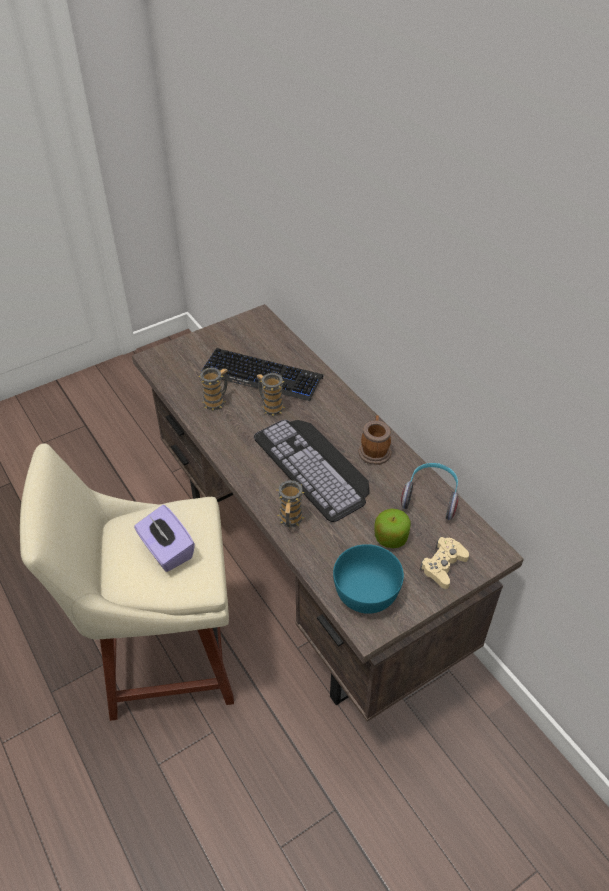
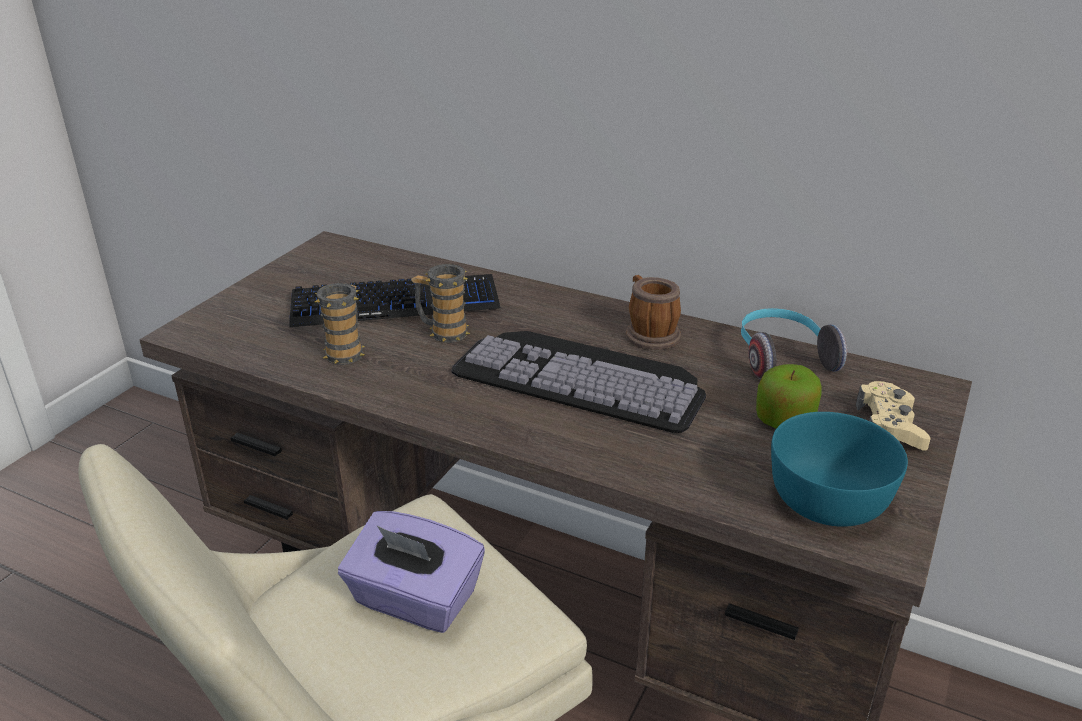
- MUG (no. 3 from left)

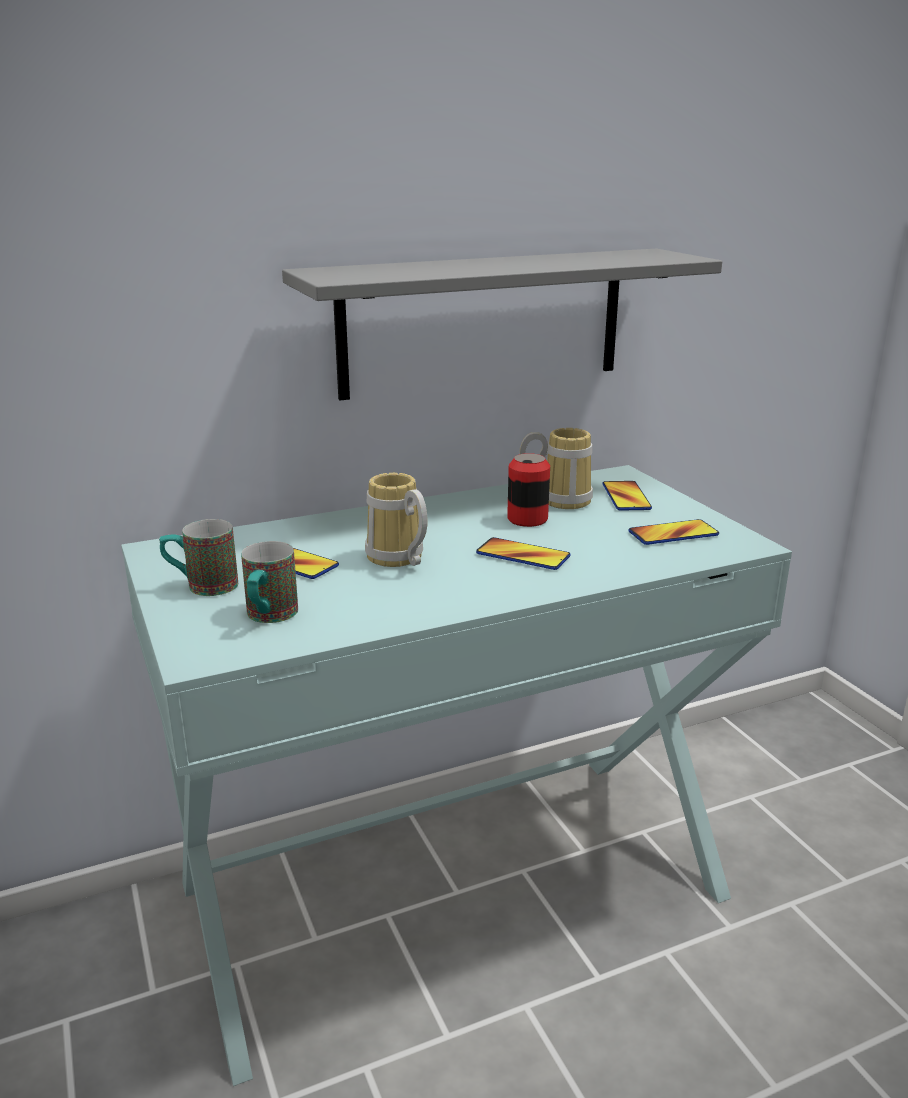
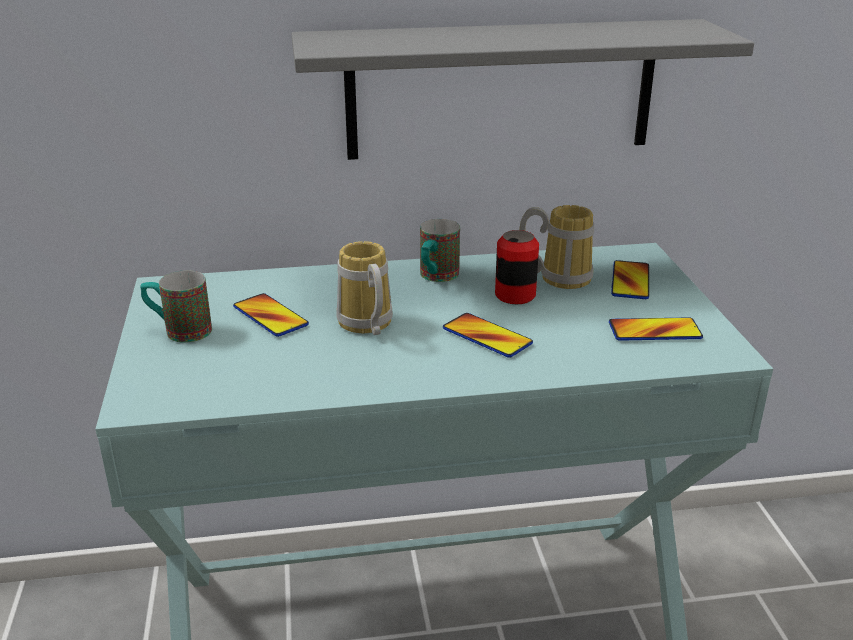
~ MUG (no. 2 from left in the first image) to MUG (no. 3 from left)

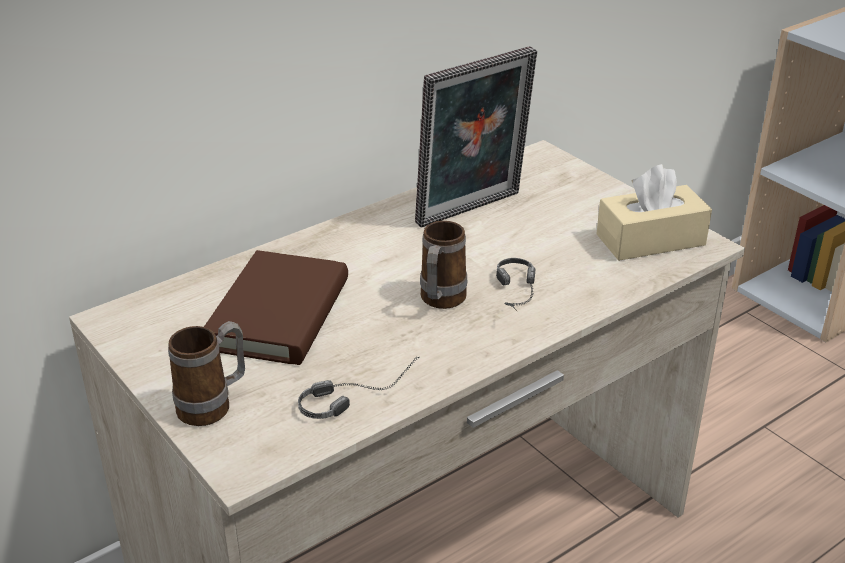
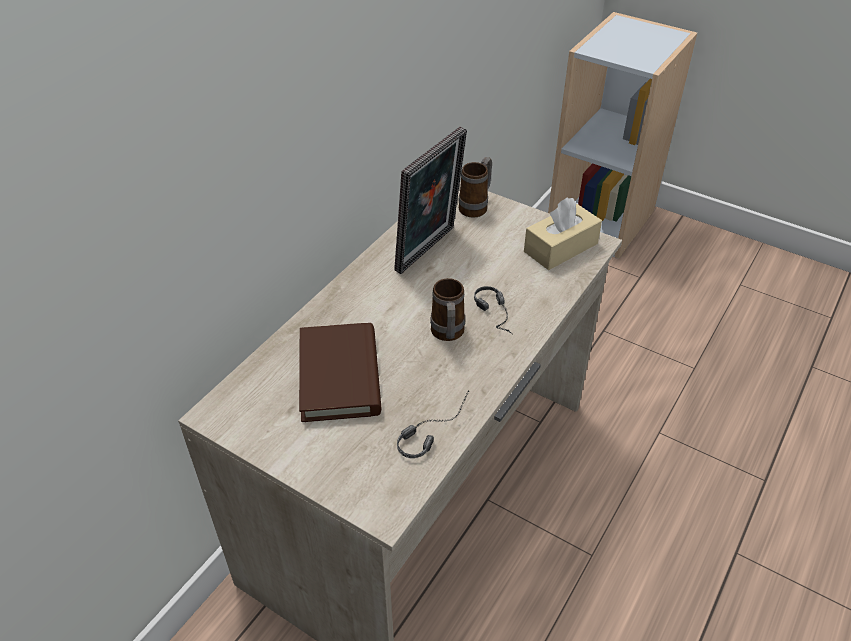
~ MUG (no. 1 from left in the first image) to MUG (no. 2 from left)

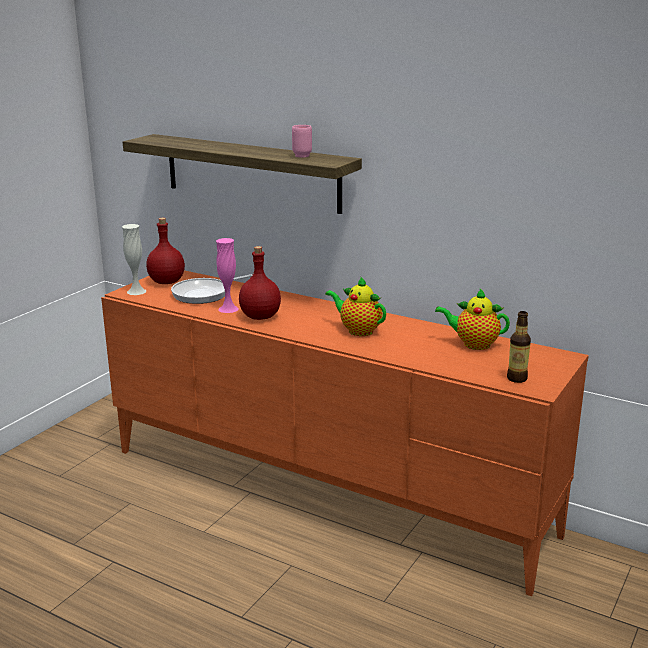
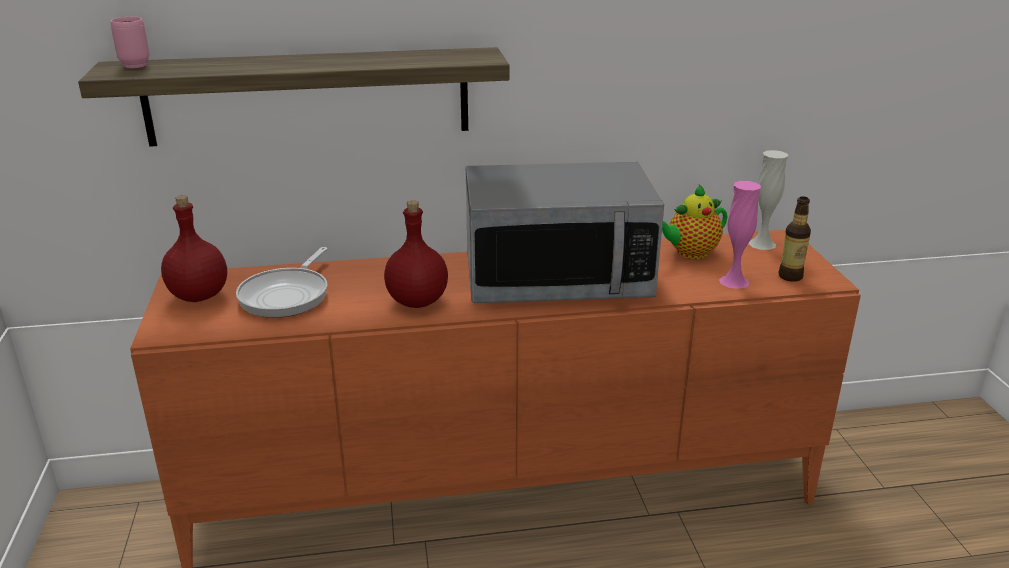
~ WHITE VASE
~ PINK VASE
~ PINK MUG
~ TEAPOT (no. 1 from left) to MICROWAVE

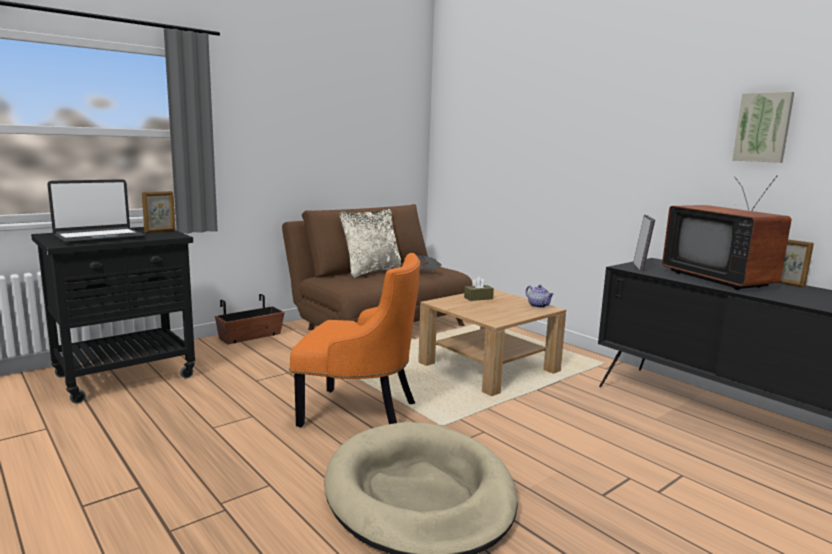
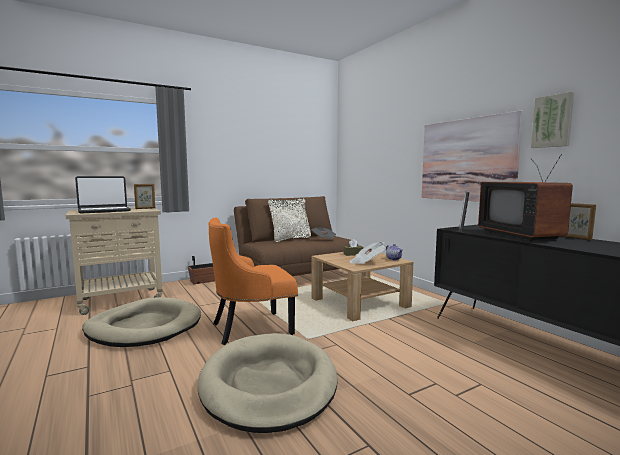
+ BEIGE DOG BED (no. 1 from left)
+ NEWSPAPER (no. 2 from left)
+ PICTURE (no. 1 from left)
~ BLACK CART to BEIGE CART
~ ORANGE ARMCHAIR 135 degrees clockwise

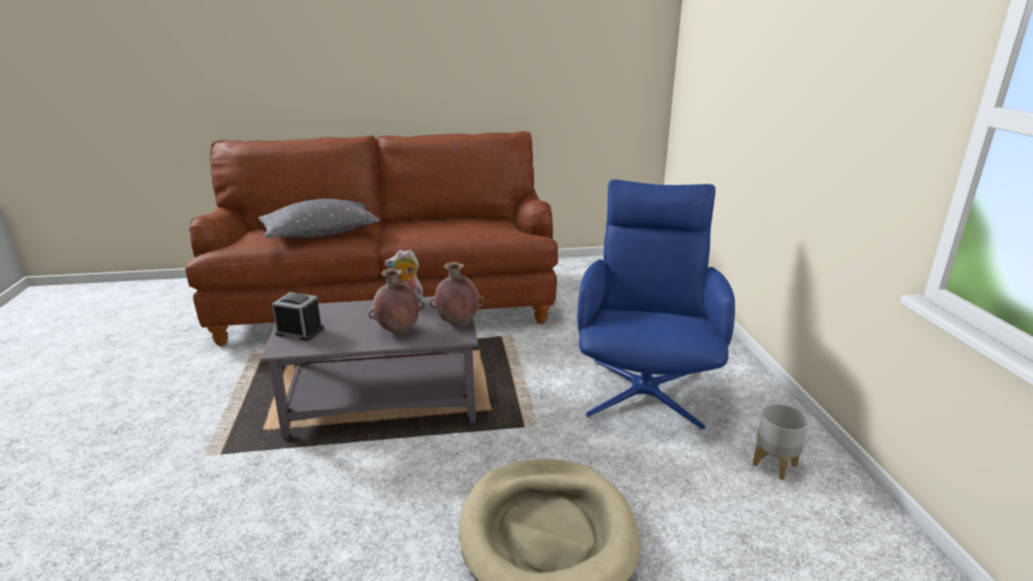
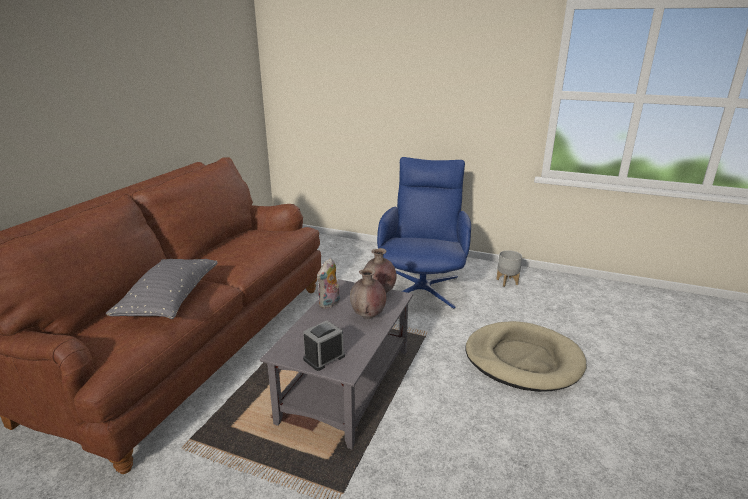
~ BLUE ARMCHAIR 60 degrees clockwise

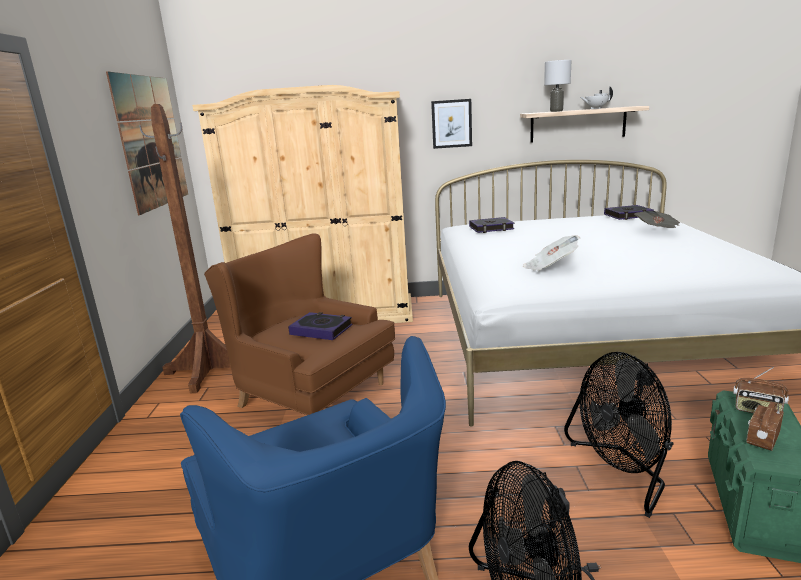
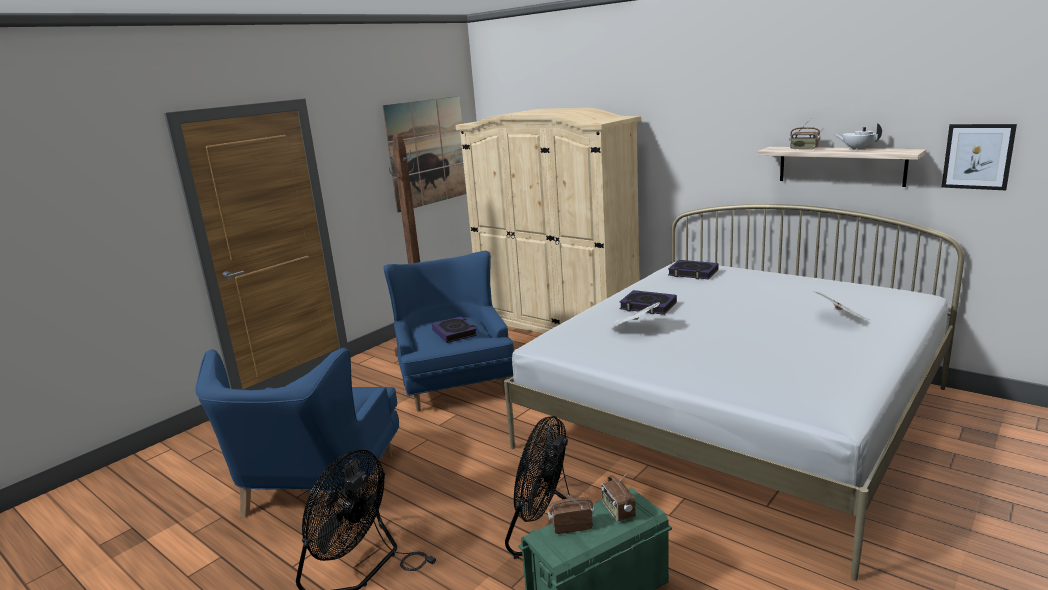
~ PICTURE (no. 2 from left)
~ BOOK (no. 3 from left in the first image) to BOOK (no. 2 from left)
~ WHITE TABLE LAMP to RADIO (no. 3 from left)
~ BROWN ARMCHAIR to BLUE ARMCHAIR (no. 2 from left)

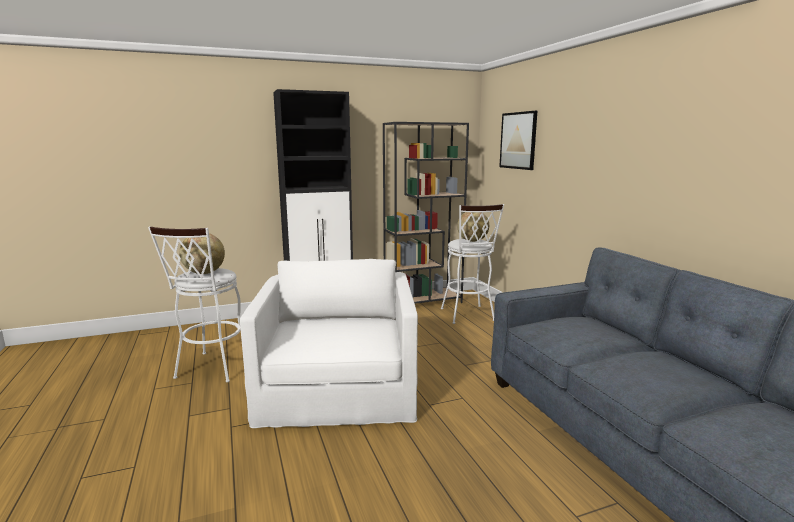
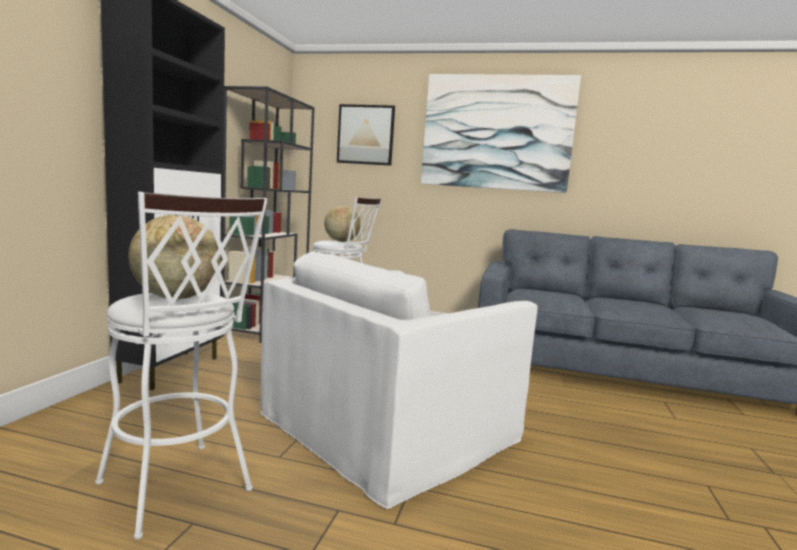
+ PICTURE (no. 2 from left)
~ WHITE ARMCHAIR 75 degrees counterclockwise

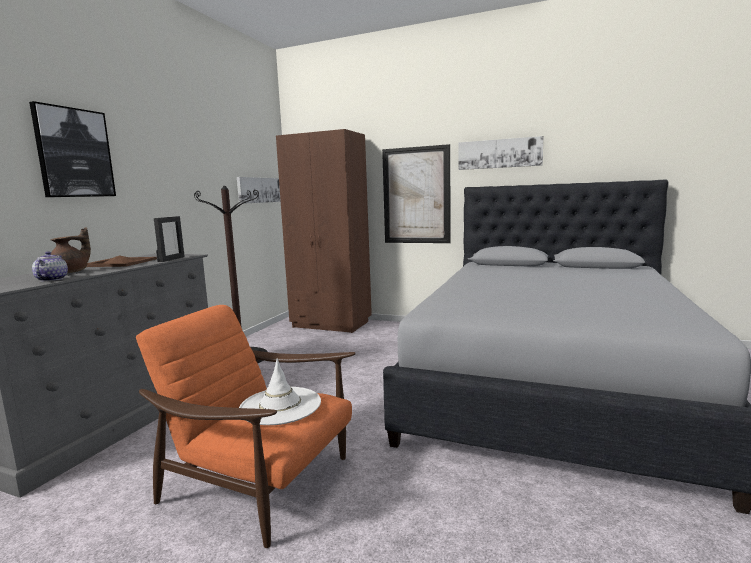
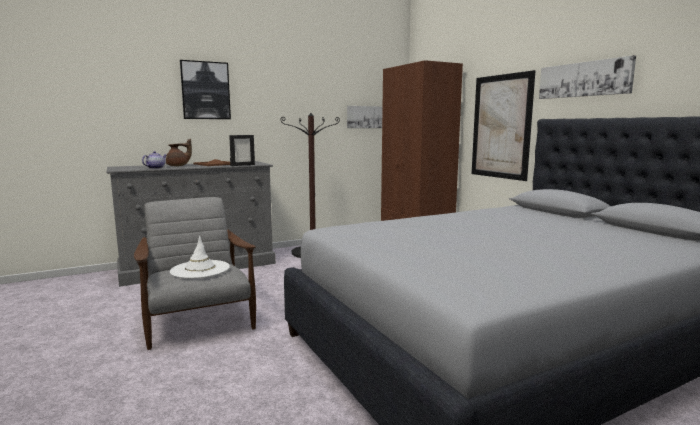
~ ORANGE ARMCHAIR to GREY ARMCHAIR

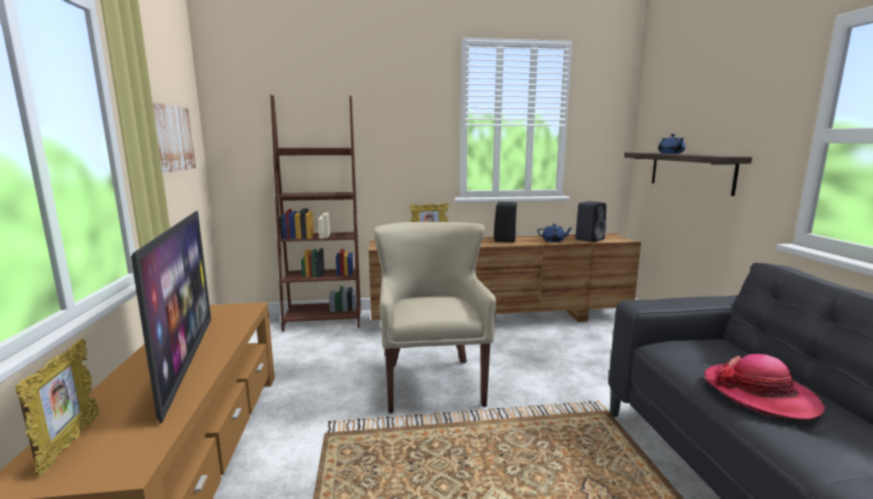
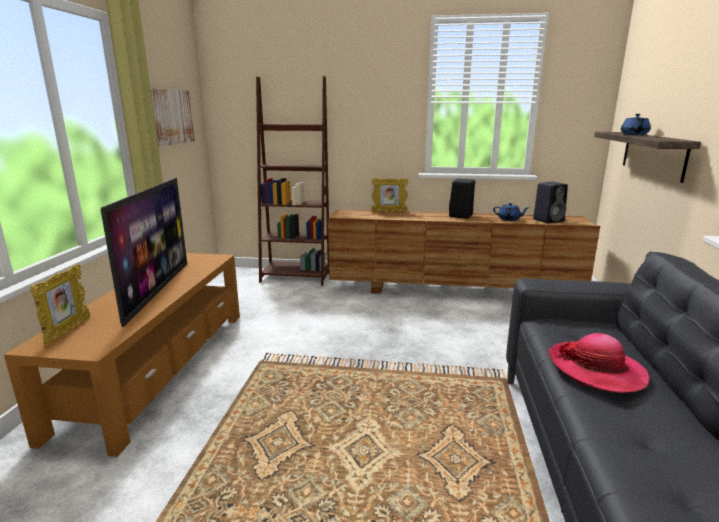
- BEIGE ARMCHAIR

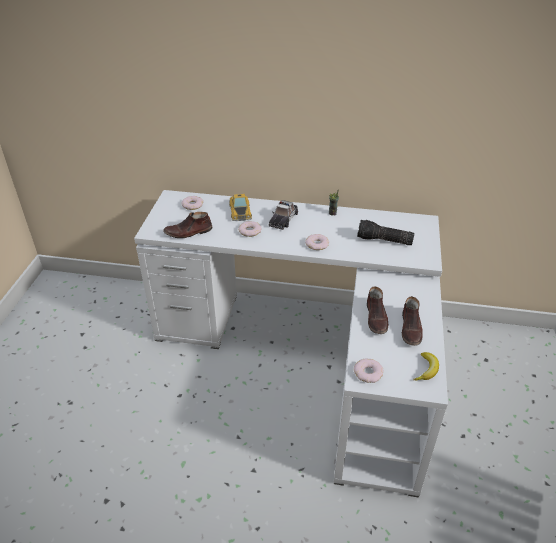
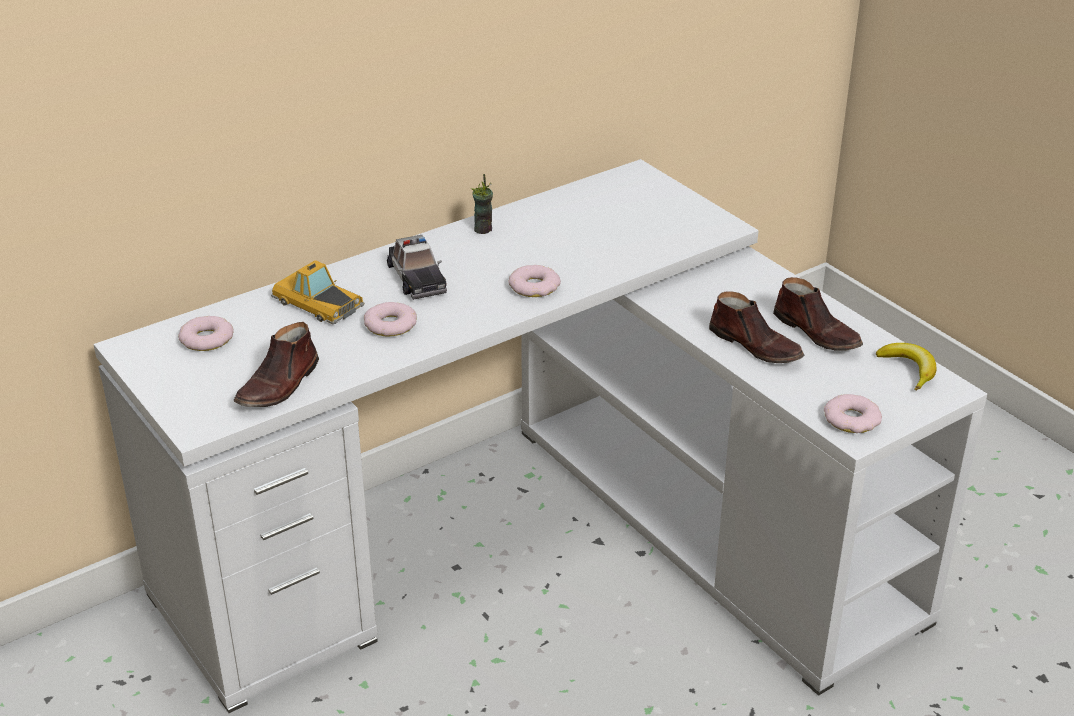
- FLASHLIGHT

